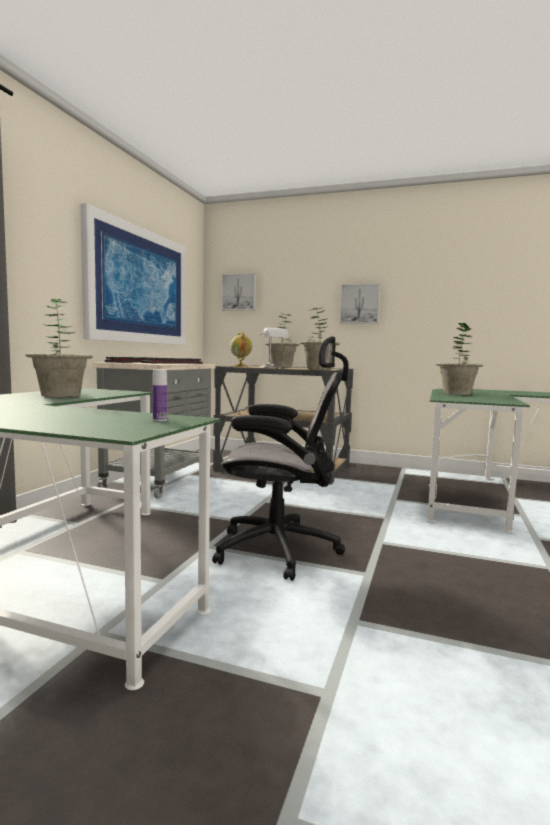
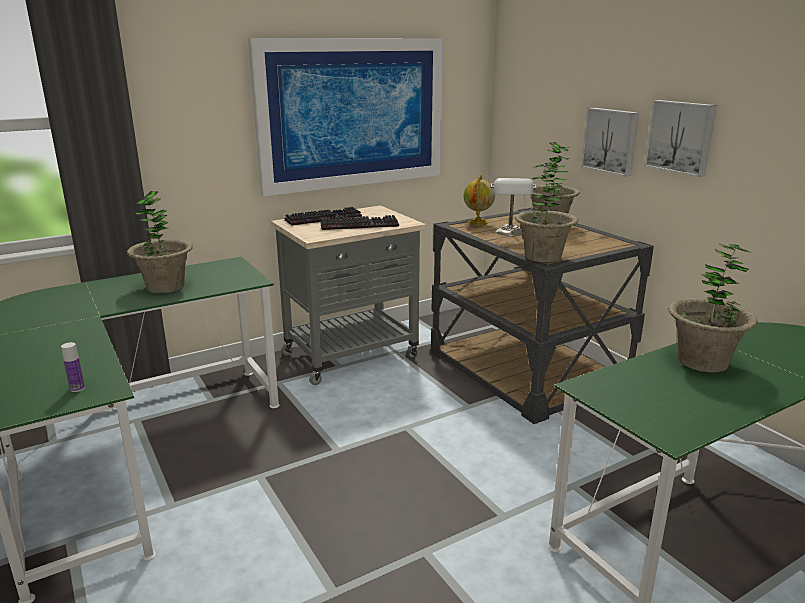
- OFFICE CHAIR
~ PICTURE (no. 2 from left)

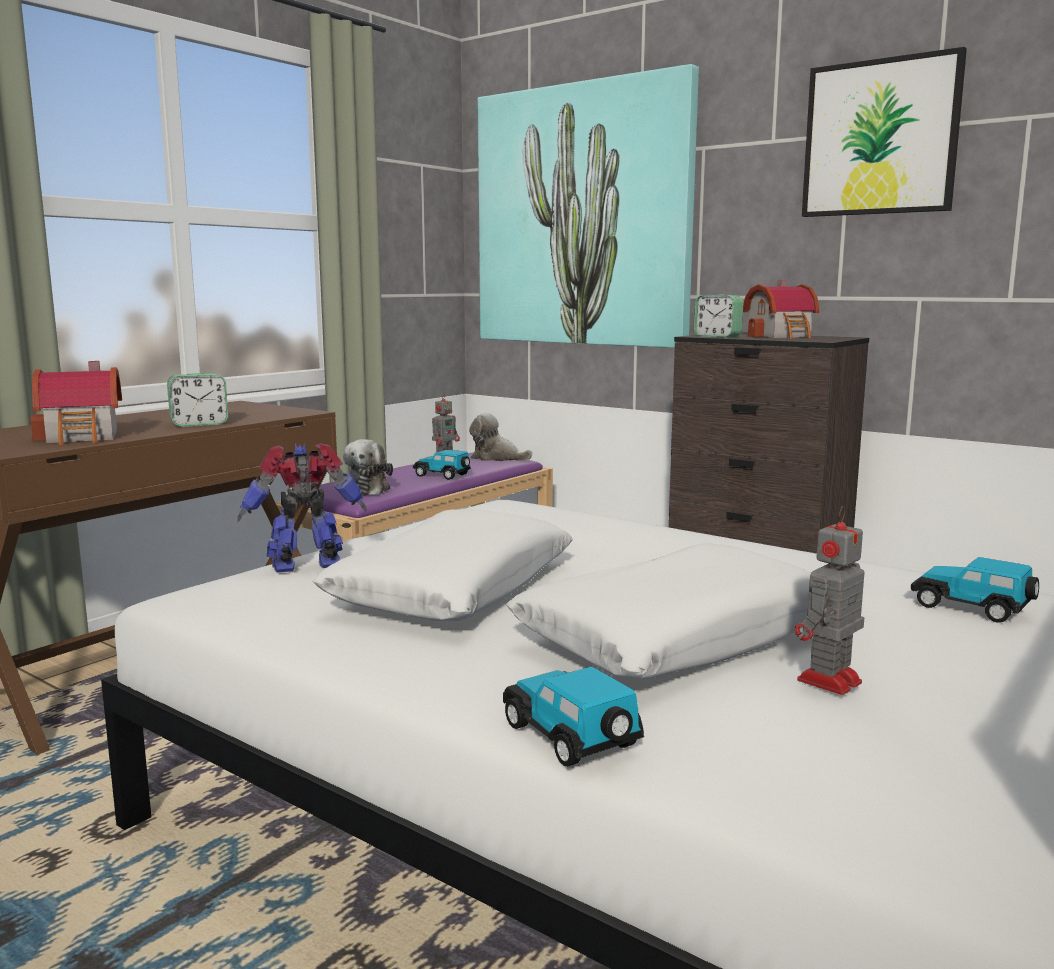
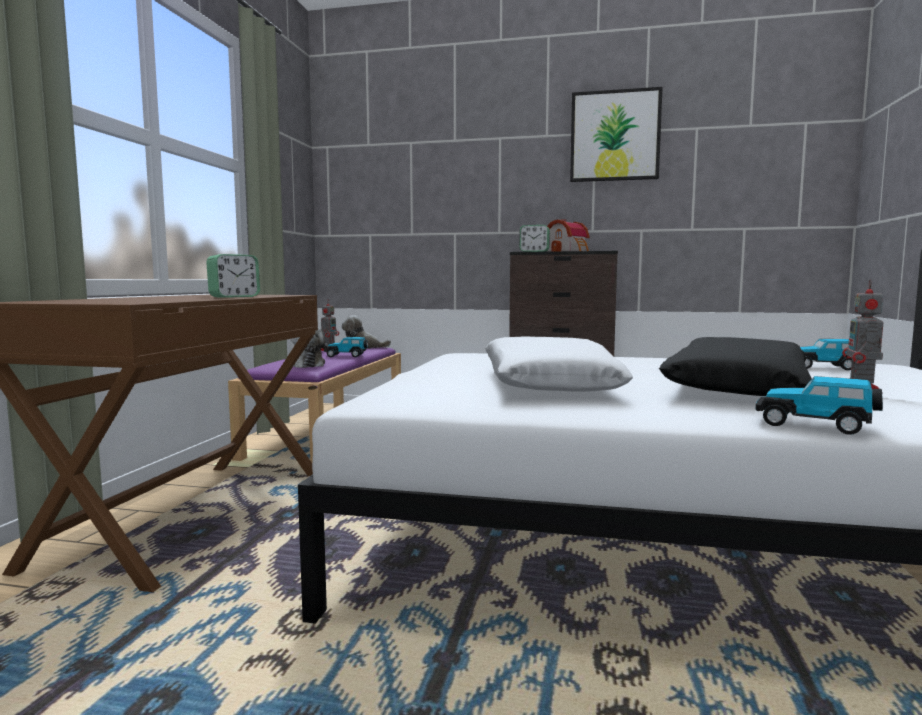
- TOY HOUSE (no. 1 from left)
- TOY ROBOT (no. 1 from left)
- PICTURE (no. 1 from left)
~ WHITE PILLOW (no. 2 from left) to BLACK PILLOW

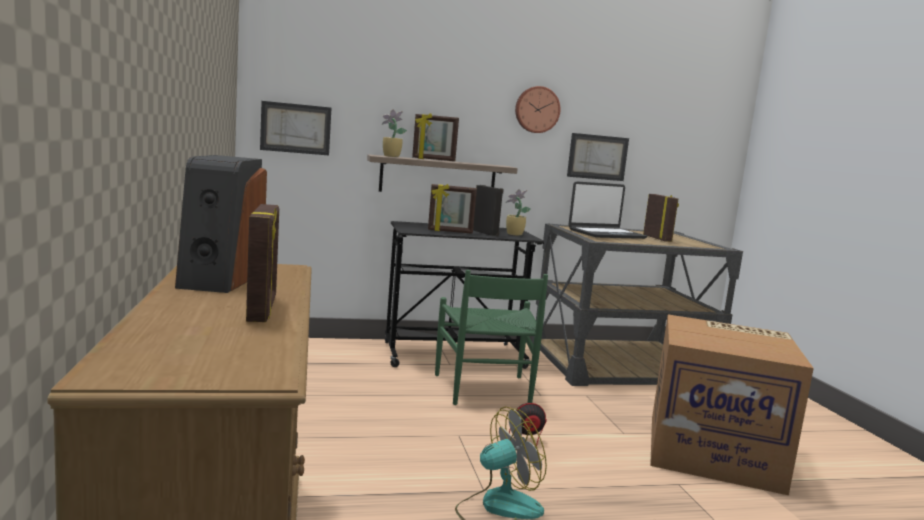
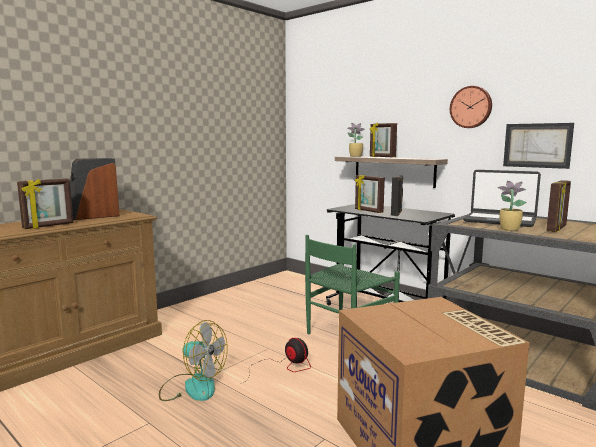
- PICTURE (no. 1 from left)
~ POTTED PLANT (no. 2 from left)

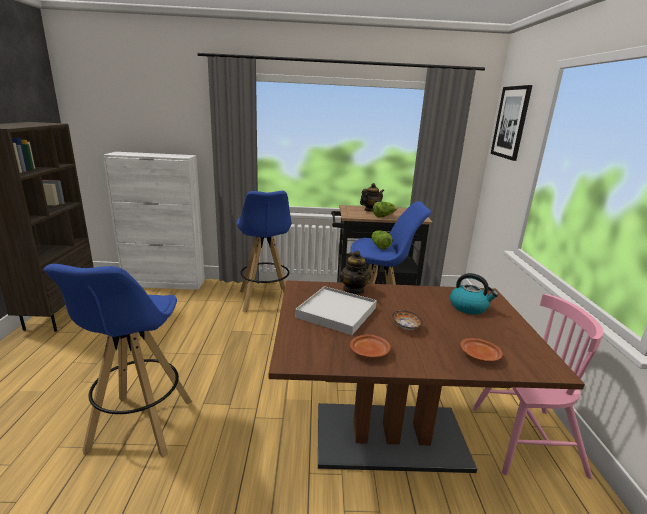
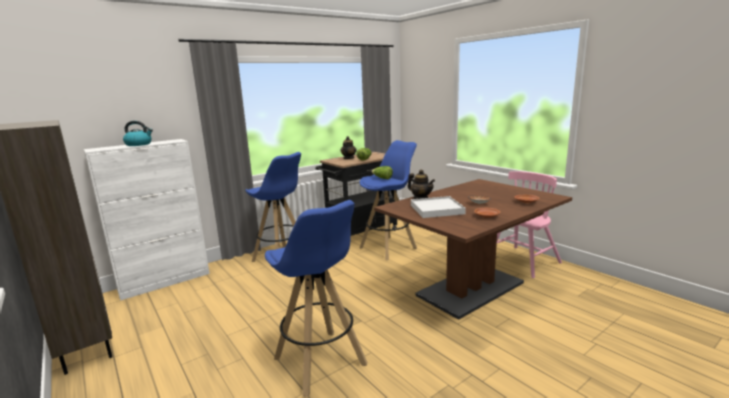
- PICTURE
~ KETTLE

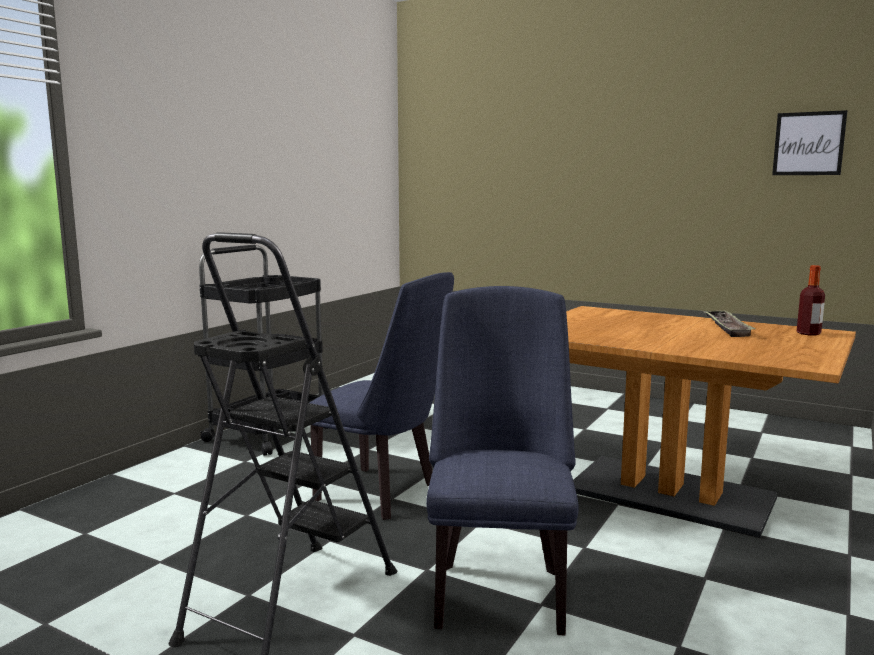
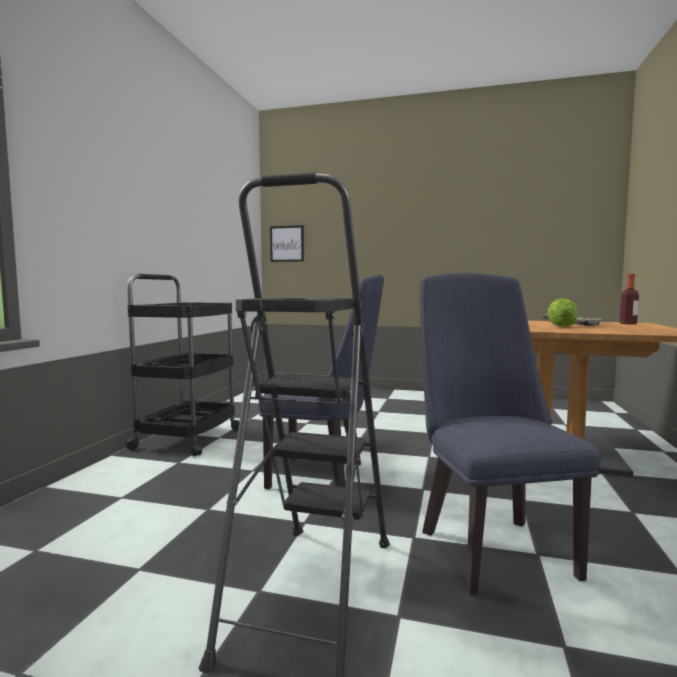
+ LETTUCE
~ PICTURE

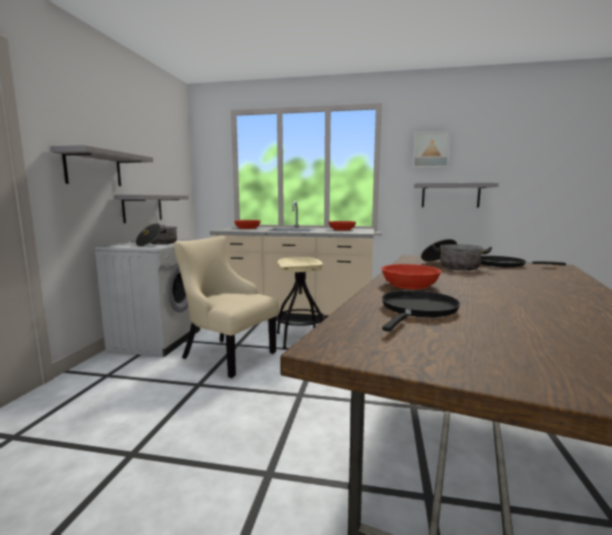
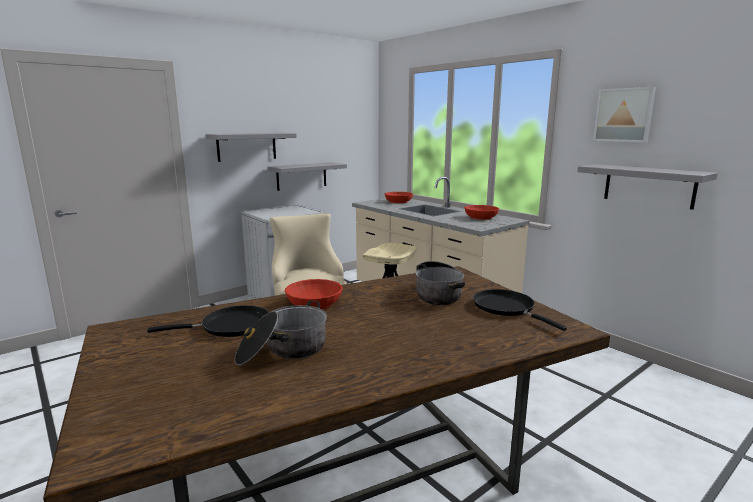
~ COOKING POT (no. 1 from left)

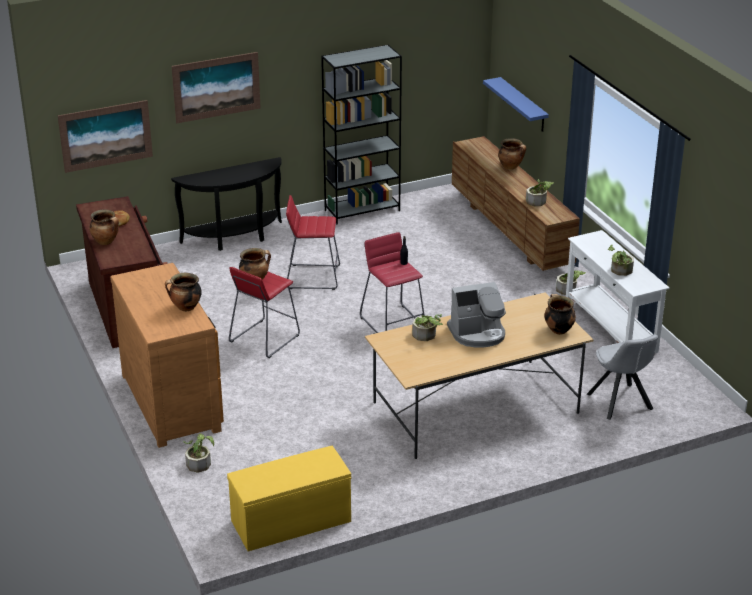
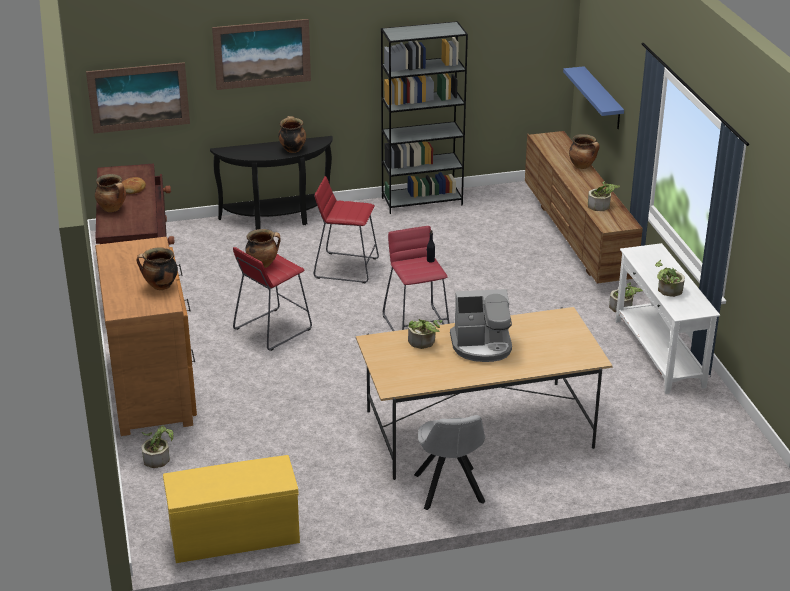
~ COOKING POT (no. 5 from left in the first image) to COOKING POT (no. 4 from left)
~ GREY CHAIR

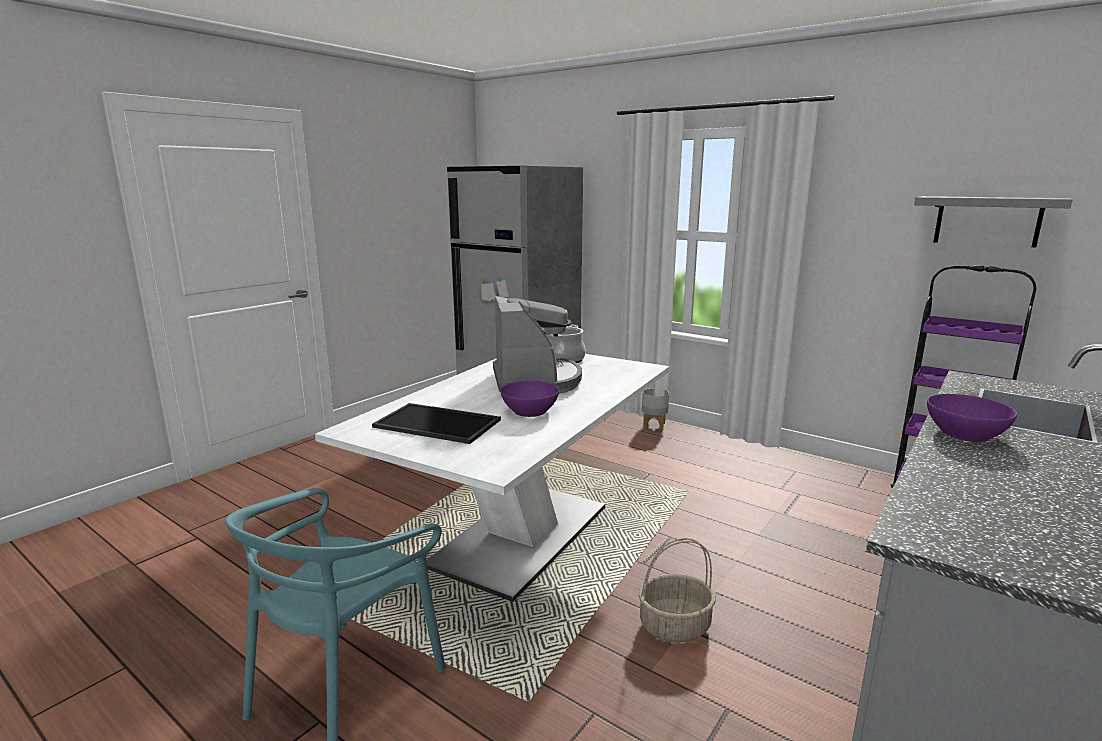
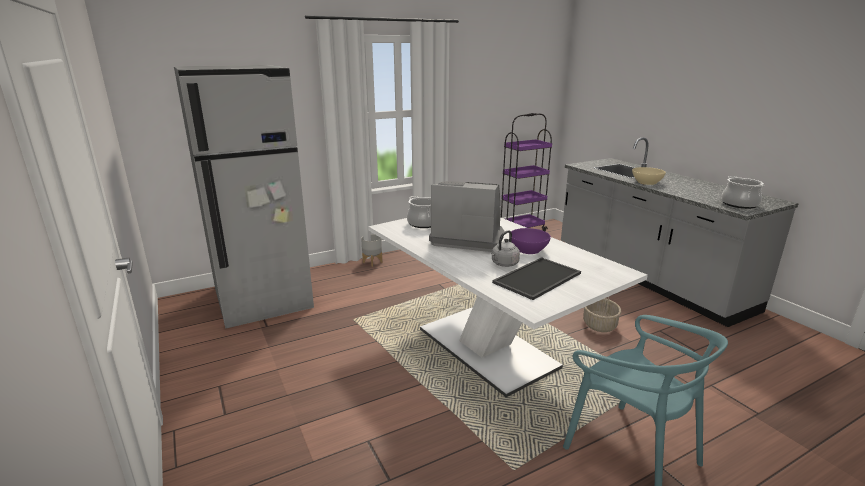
- GREY SHELF
+ GREY KETTLE
+ COOKING POT (no. 2 from left)
~ PURPLE BOWL (no. 2 from left) to BEIGE BOWL

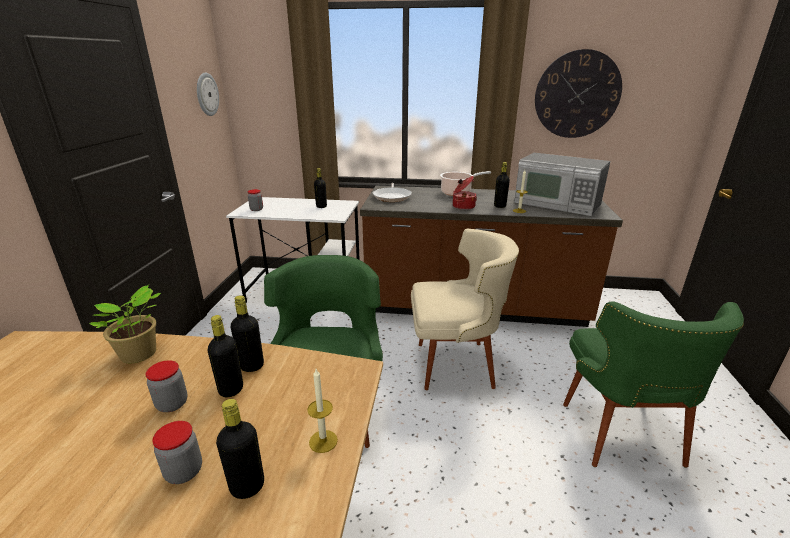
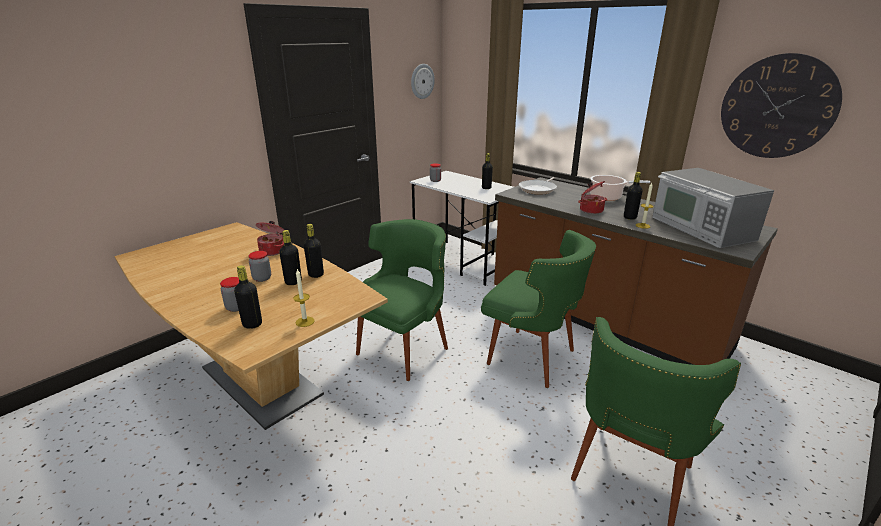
~ POTTED PLANT to COOKING POT (no. 1 from left)
~ BEIGE CHAIR to GREEN CHAIR (no. 2 from left)

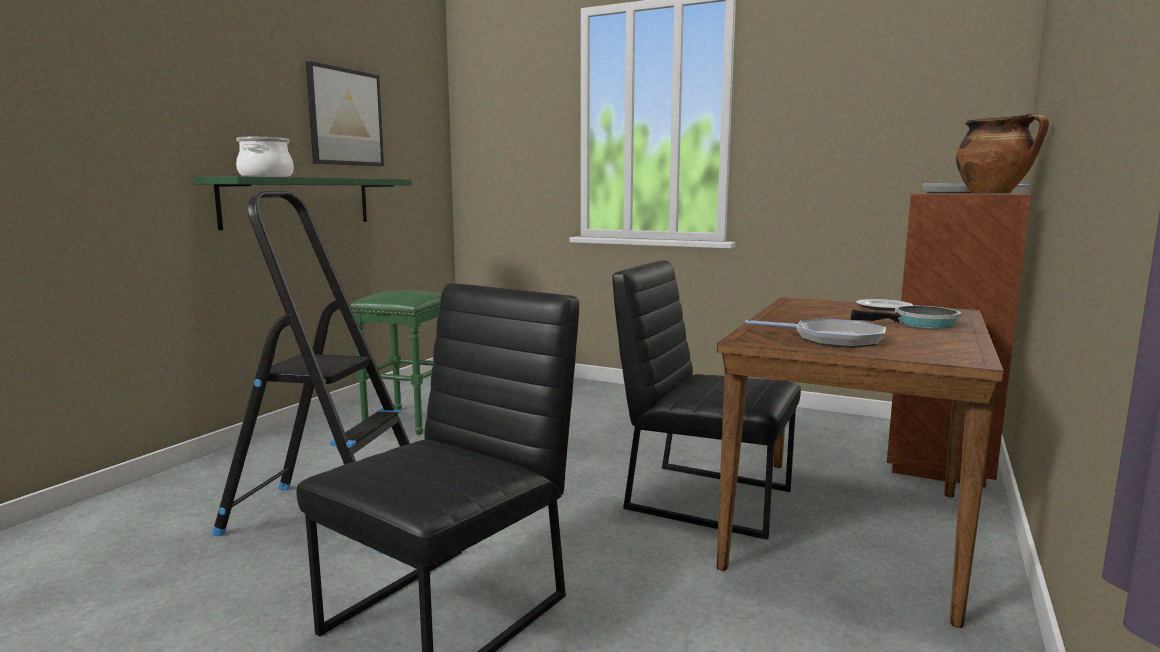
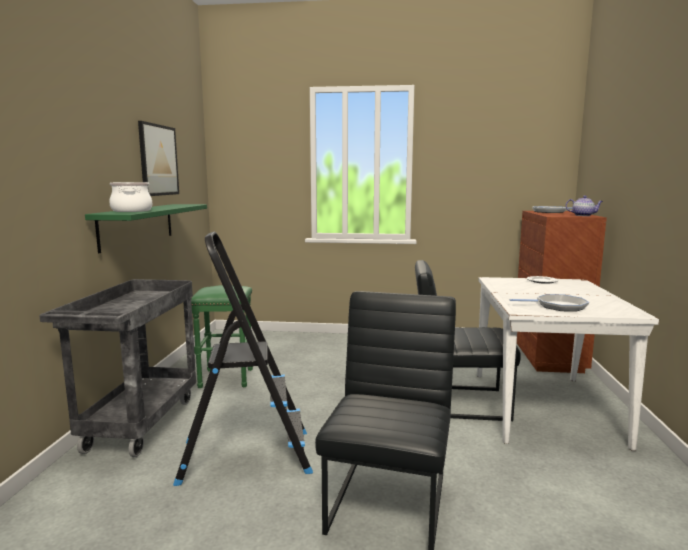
- FRYING PAN (no. 2 from left)
+ GREY CART
~ COOKING POT (no. 2 from left) to TEAPOT
~ BROWN DINING TABLE to WHITE DINING TABLE

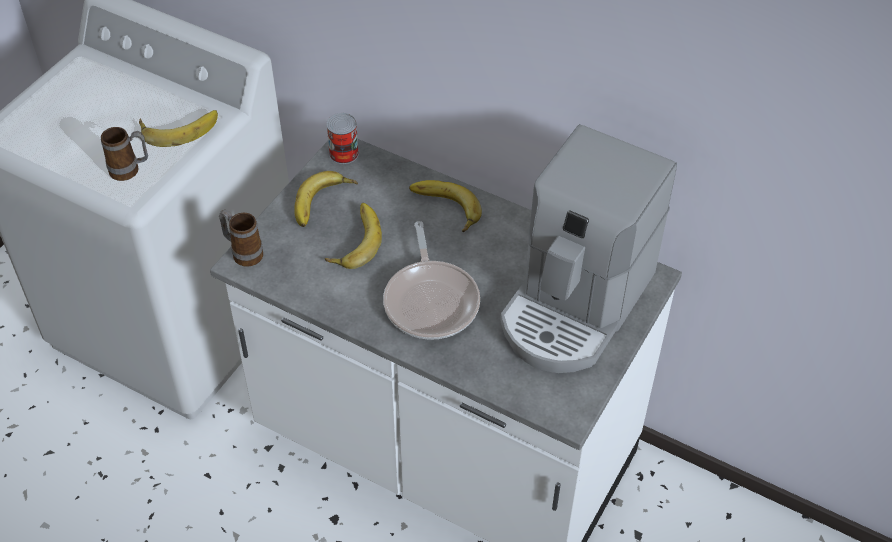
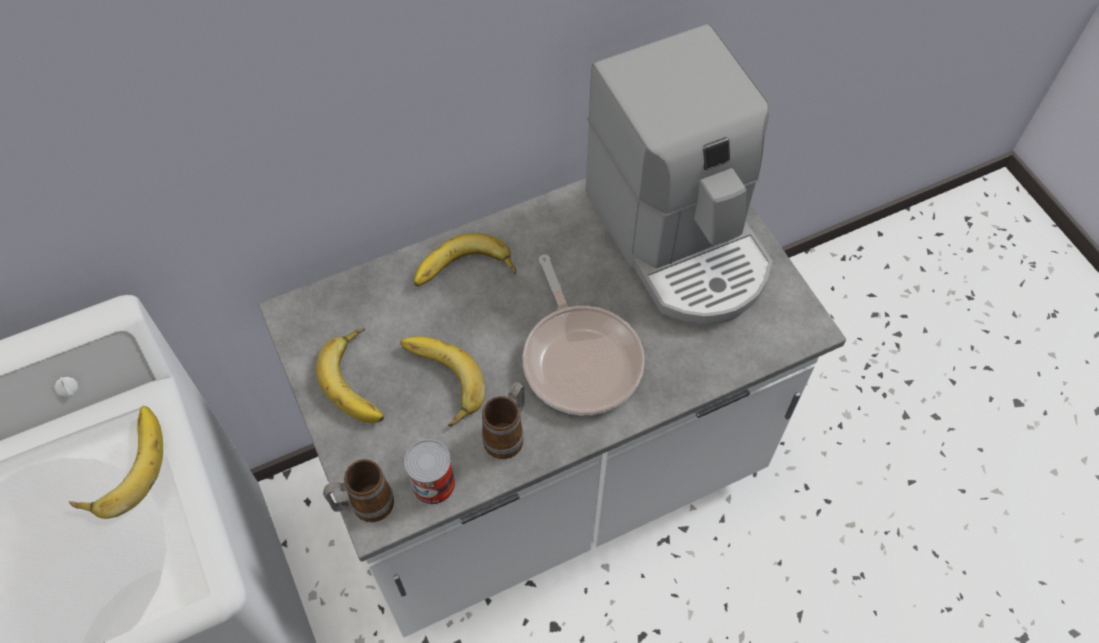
~ MUG (no. 1 from left in the first image) to MUG (no. 2 from left)
~ CAN
~ FRYING PAN 45 degrees clockwise

